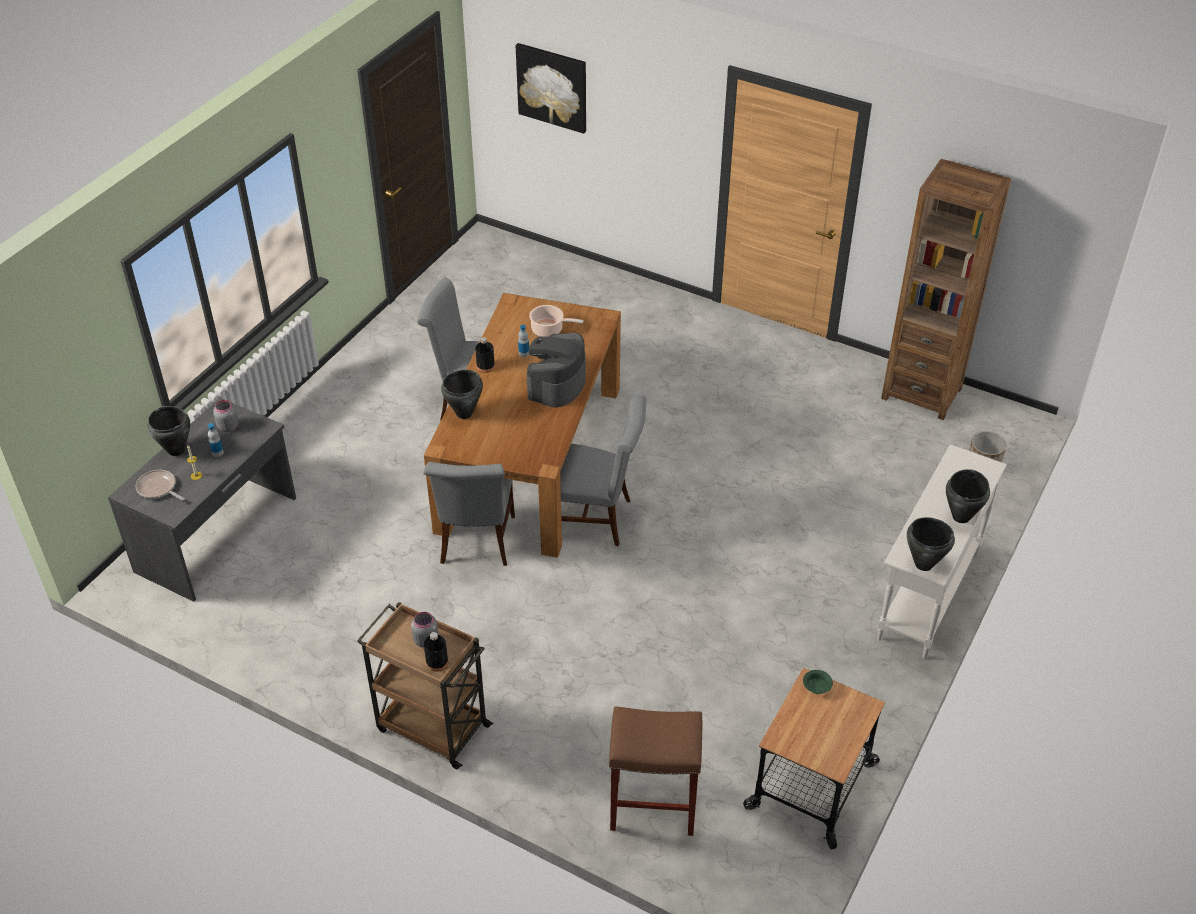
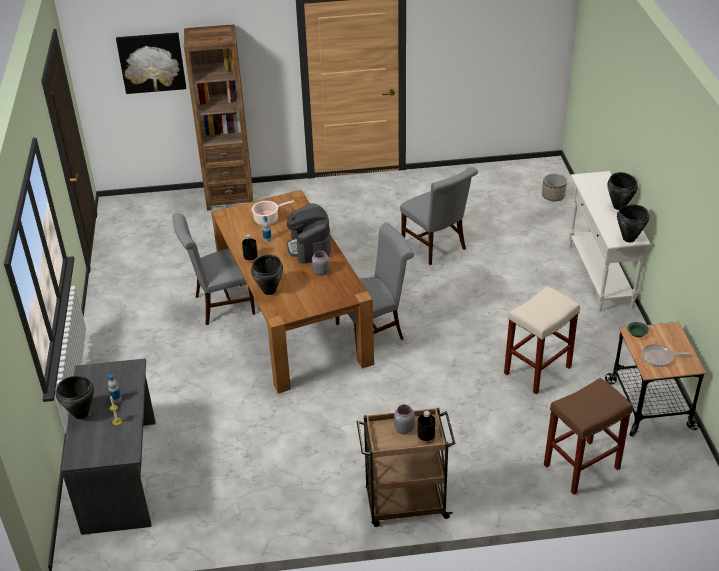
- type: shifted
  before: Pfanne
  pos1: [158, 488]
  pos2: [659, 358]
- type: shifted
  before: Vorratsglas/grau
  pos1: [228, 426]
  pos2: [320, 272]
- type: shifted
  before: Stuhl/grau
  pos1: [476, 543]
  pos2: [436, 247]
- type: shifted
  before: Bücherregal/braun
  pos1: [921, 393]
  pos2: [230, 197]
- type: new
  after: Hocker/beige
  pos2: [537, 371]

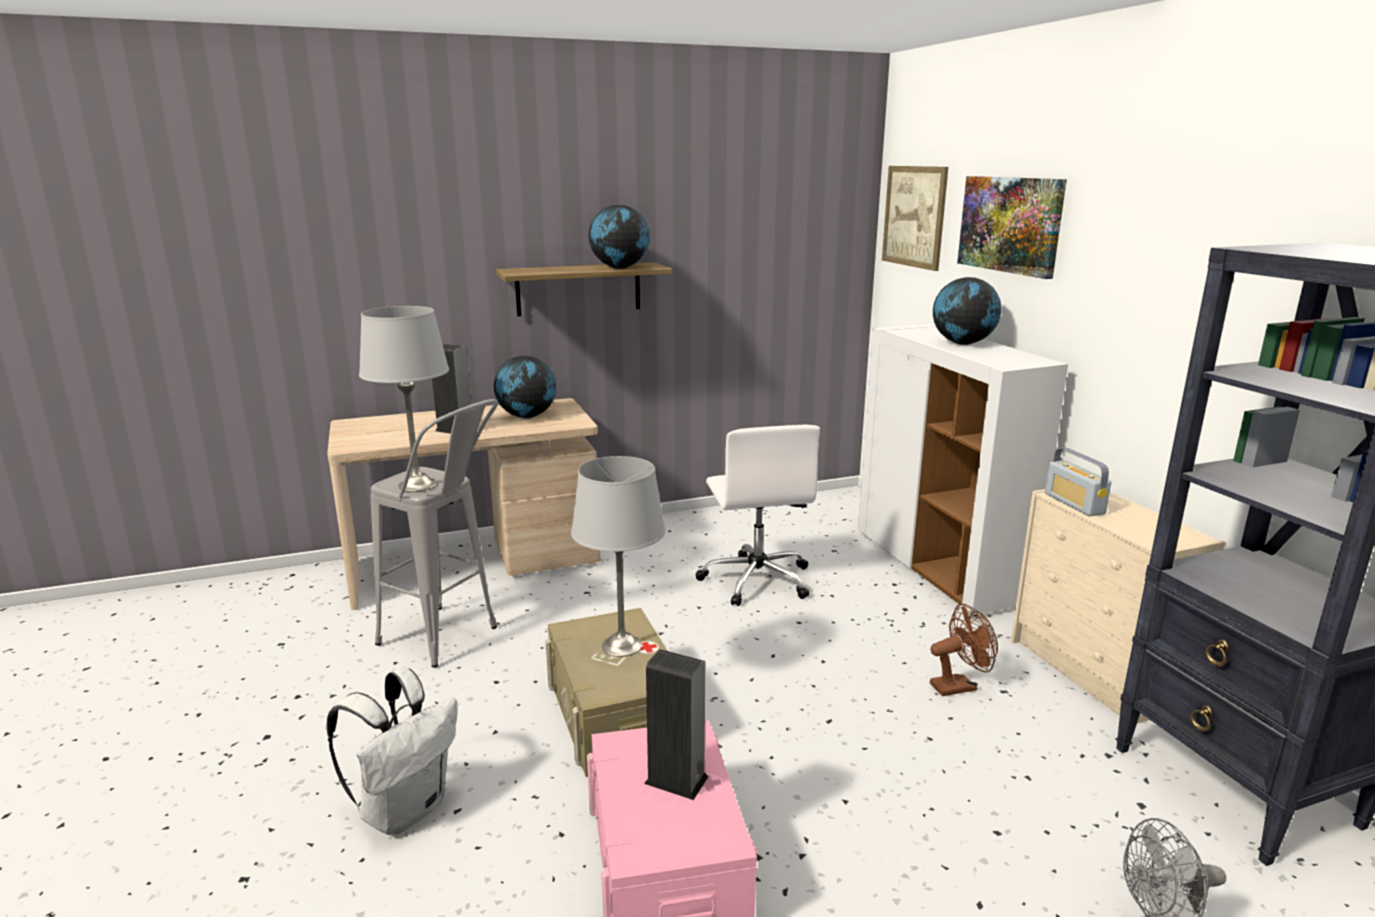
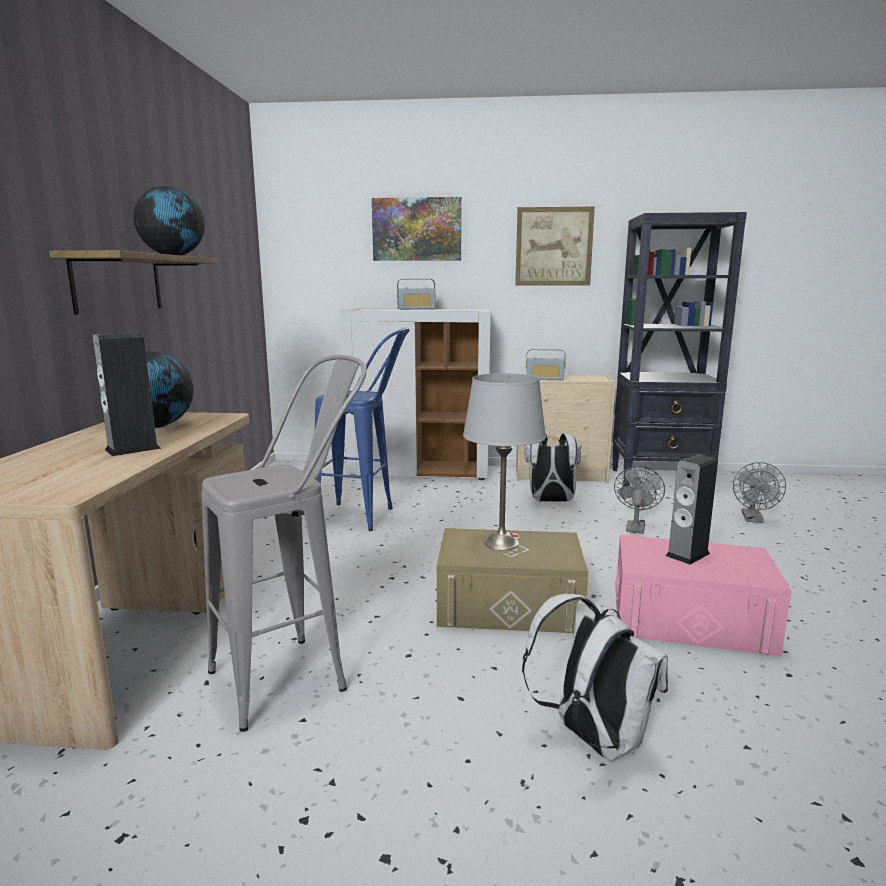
- type: gone
  before: Tischlampe/grau
  pos1: [416, 485]
- type: swapped
  before: Bürostuhl/weiß
  after: Hocker/blau
  pos1: [756, 580]
  pos2: [366, 518]
- type: shifted
  before: Bild
  pos1: [914, 216]
  pos2: [554, 246]
- type: swapped
  before: Ventilator/braun
  after: Rucksack/weiß
  pos1: [959, 686]
  pos2: [550, 501]
- type: swapped
  before: Globus
  after: Radio
  pos1: [963, 343]
  pos2: [416, 309]
- type: new
  after: Ventilator/grau
  pos2: [635, 526]

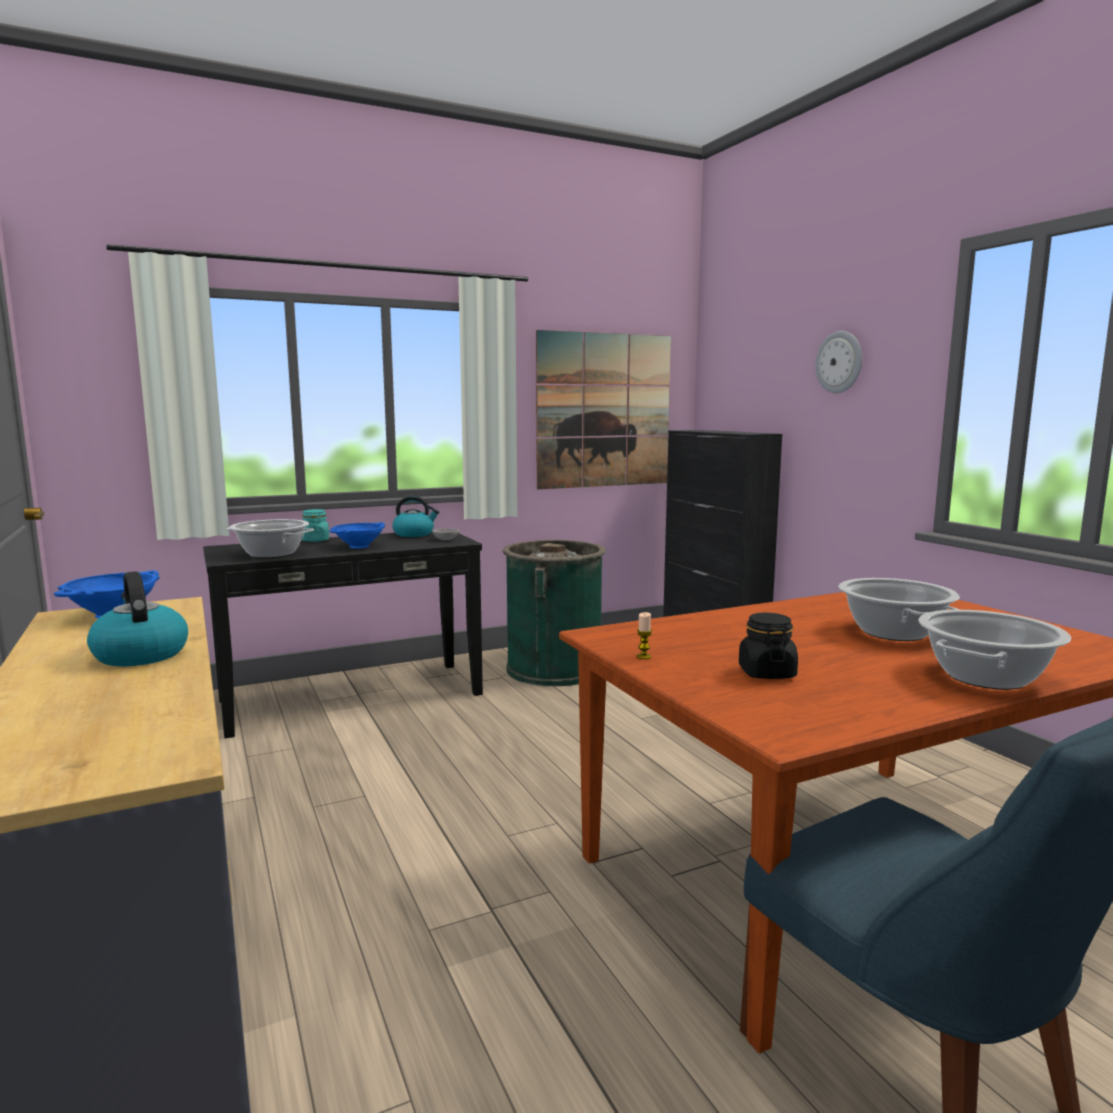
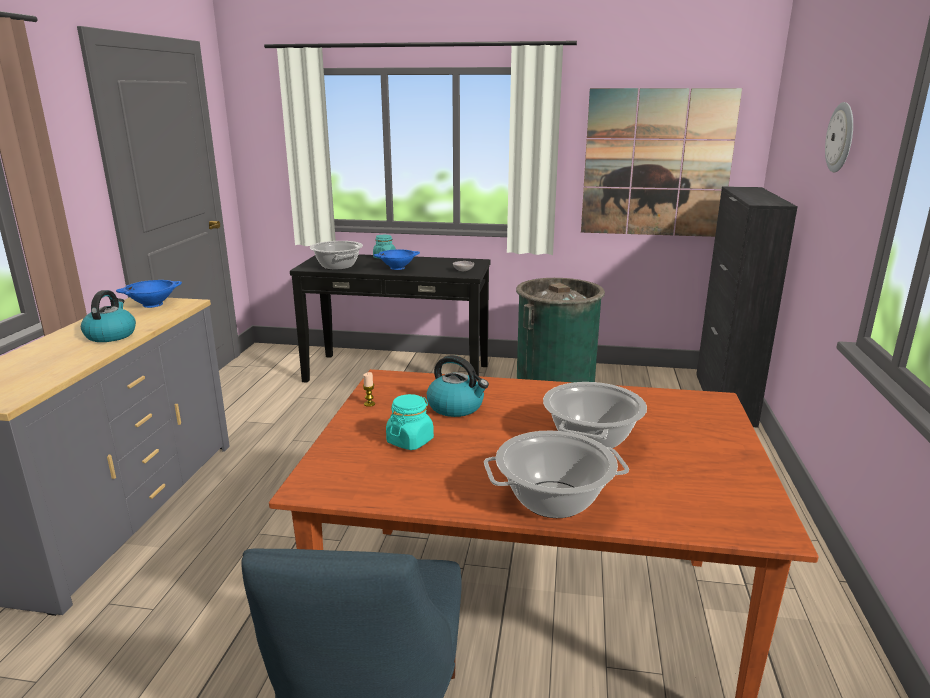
- type: shifted
  before: Wasserkessel
  pos1: [414, 534]
  pos2: [456, 407]
- type: repainted
  before: Vorratsglas/schwarz
  after: Vorratsglas/türkis
  pos1: [766, 673]
  pos2: [410, 441]

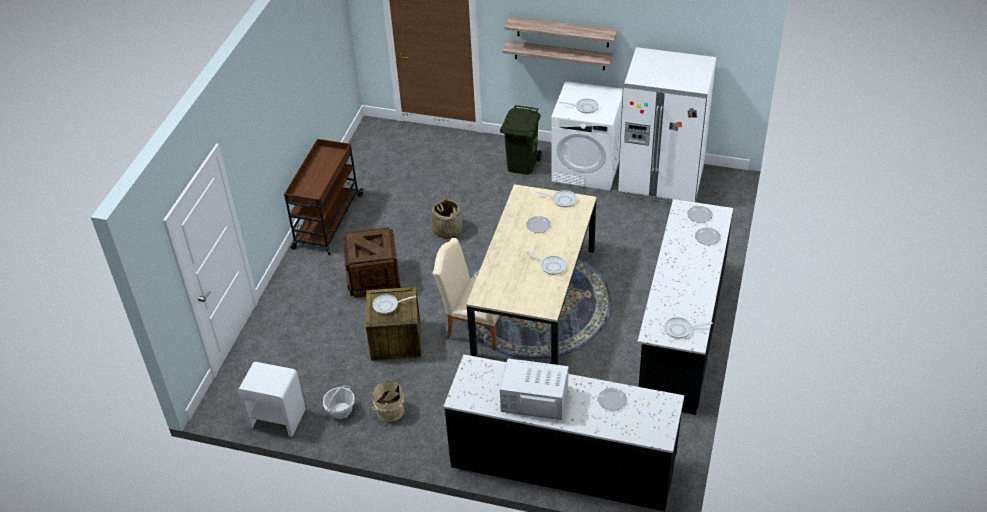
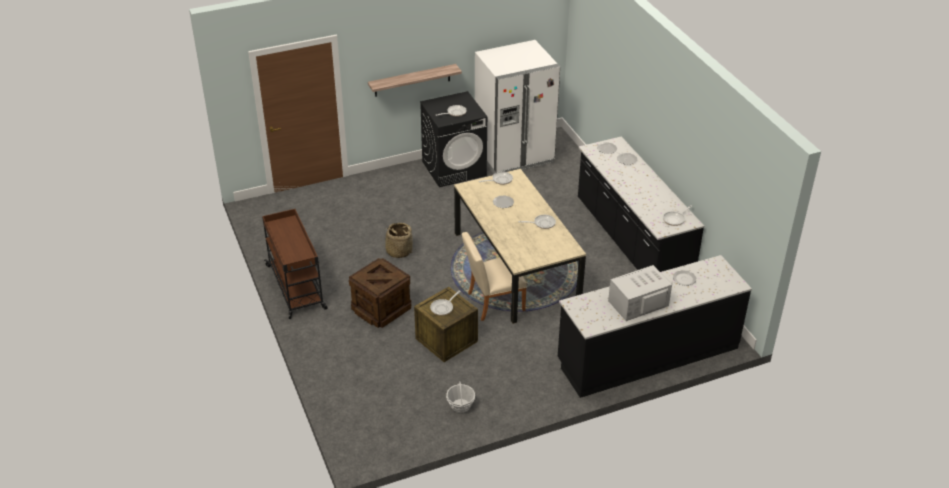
- type: gone
  before: Nachttisch/weiß
  pos1: [276, 418]
- type: gone
  before: Eimer/beige
  pos1: [388, 411]
- type: gone
  before: Mülleimer/grün
  pos1: [521, 164]
- type: gone
  before: Wandregal
  pos1: [562, 32]
- type: repainted
  before: Waschmaschine/weiß
  after: Waschmaschine/schwarz
  pos1: [587, 168]
  pos2: [454, 168]

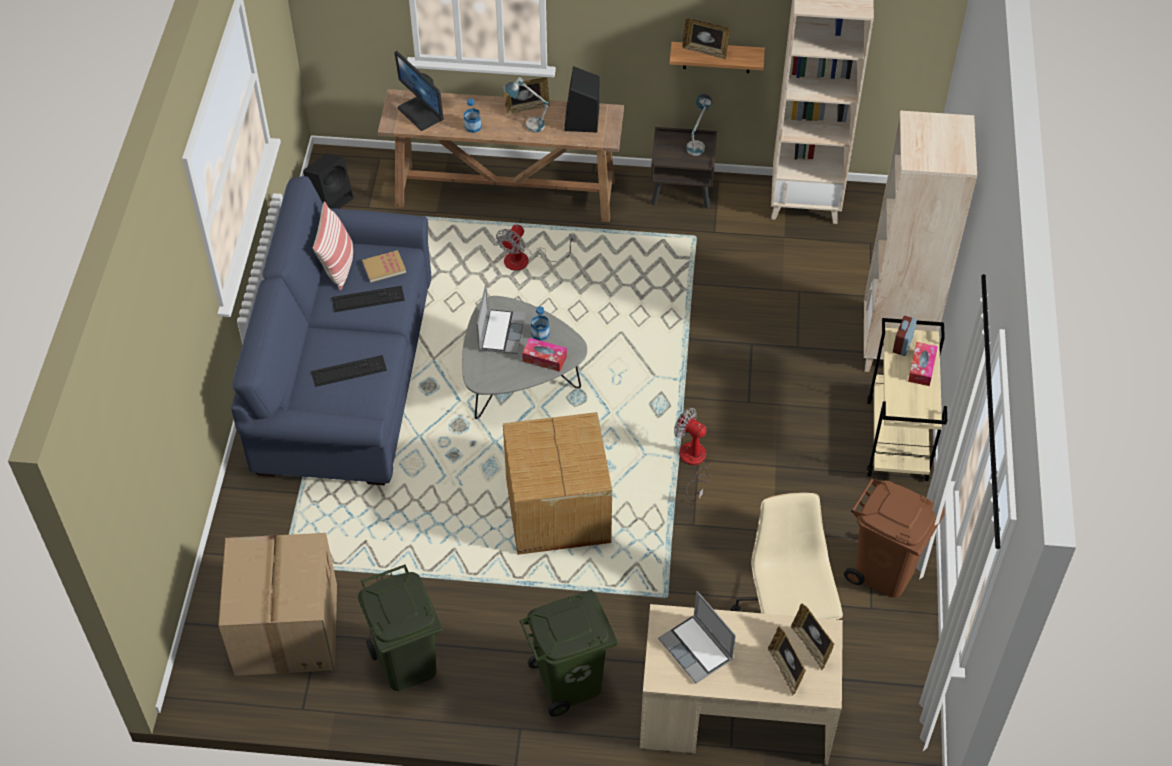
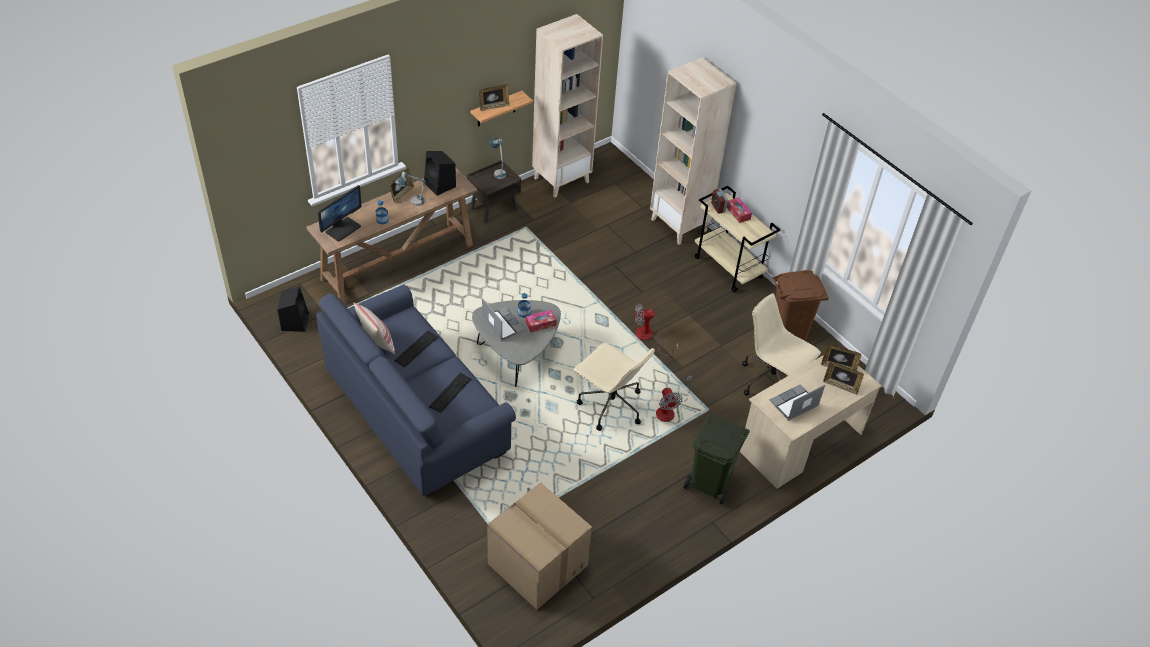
- type: gone
  before: Mülleimer/grün
  pos1: [405, 663]
- type: gone
  before: Buch
  pos1: [384, 267]
- type: rotated
  before: Monitor
  pos1: [421, 113]
  pos2: [343, 229]
  turn: -60
- type: shifted
  before: Ventilator
  pos1: [526, 260]
  pos2: [669, 410]
- type: swapped
  before: Karton
  after: Bürostuhl/beige
  pos1: [556, 511]
  pos2: [610, 405]
- type: rotated
  before: Laptop
  pos1: [697, 650]
  pos2: [794, 404]
  turn: 135

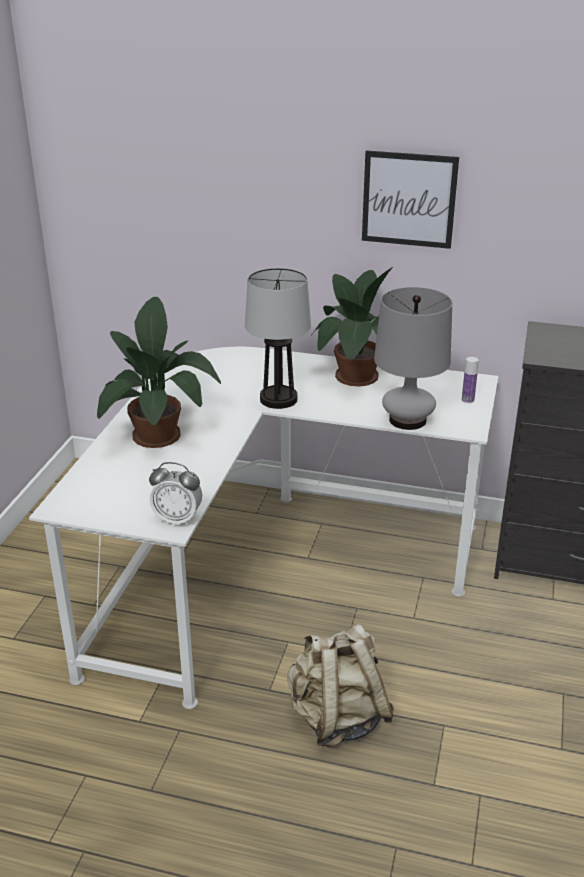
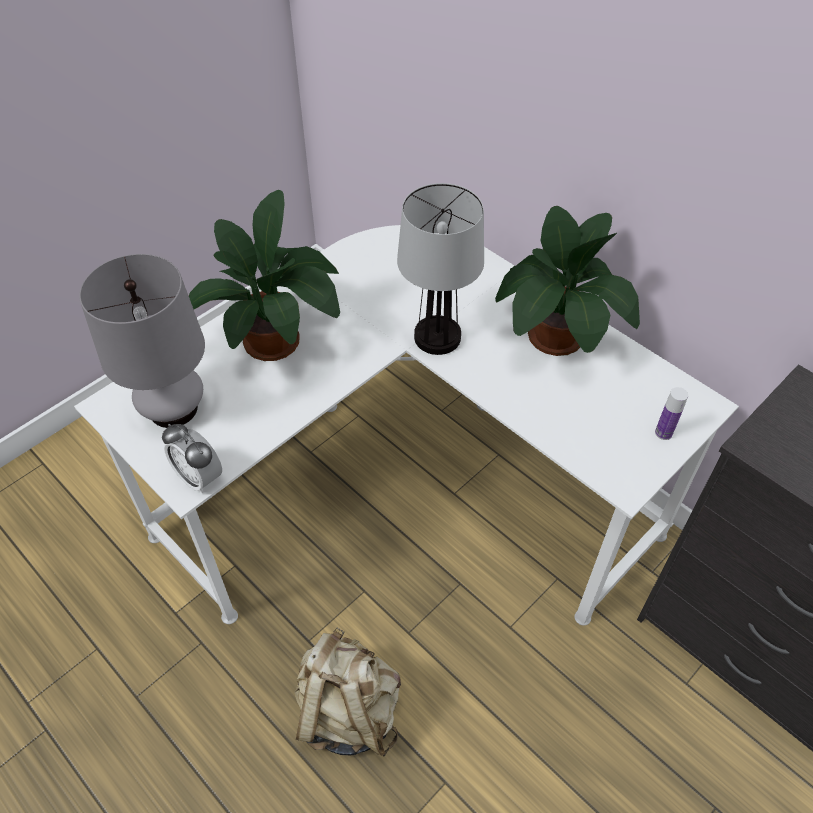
- type: gone
  before: Bild
  pos1: [409, 199]
- type: shifted
  before: Tischlampe/grau
  pos1: [407, 420]
  pos2: [173, 409]

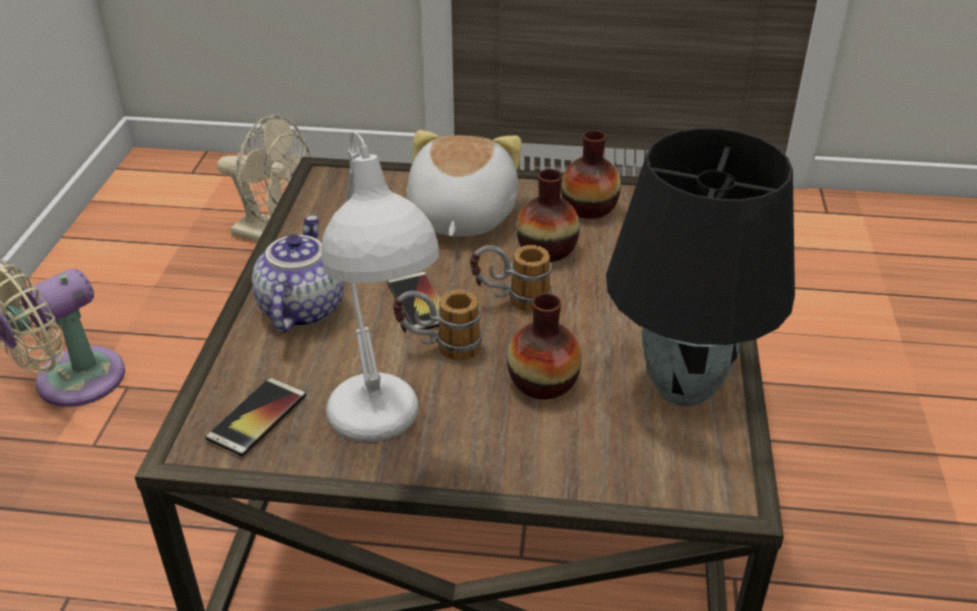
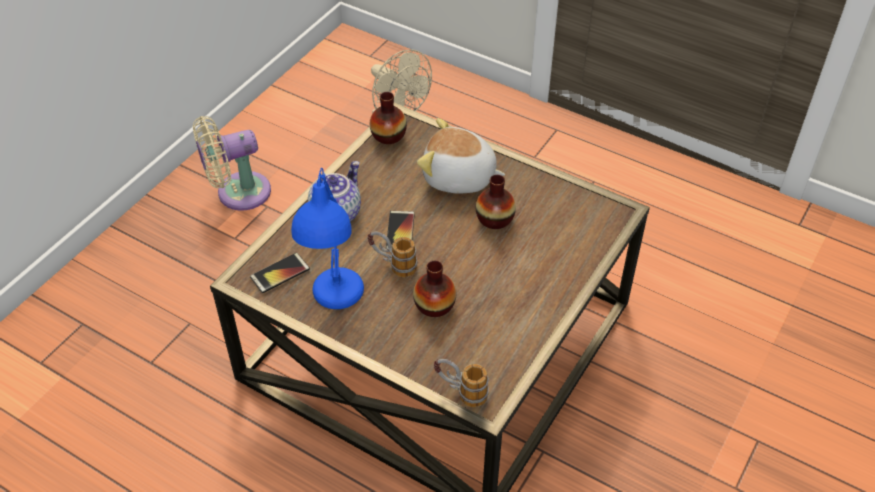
- type: repainted
  before: Tischlampe/weiß
  after: Tischlampe/blau
  pos1: [382, 436]
  pos2: [334, 306]
- type: rotated
  before: Plüschtier
  pos1: [459, 216]
  pos2: [459, 178]
  turn: -105
- type: shifted
  before: Henkelbecher
  pos1: [511, 302]
  pos2: [460, 392]
- type: shifted
  before: Vase
  pos1: [589, 208]
  pos2: [388, 135]
- type: gone
  before: Tischlampe/schwarz
  pos1: [683, 385]

